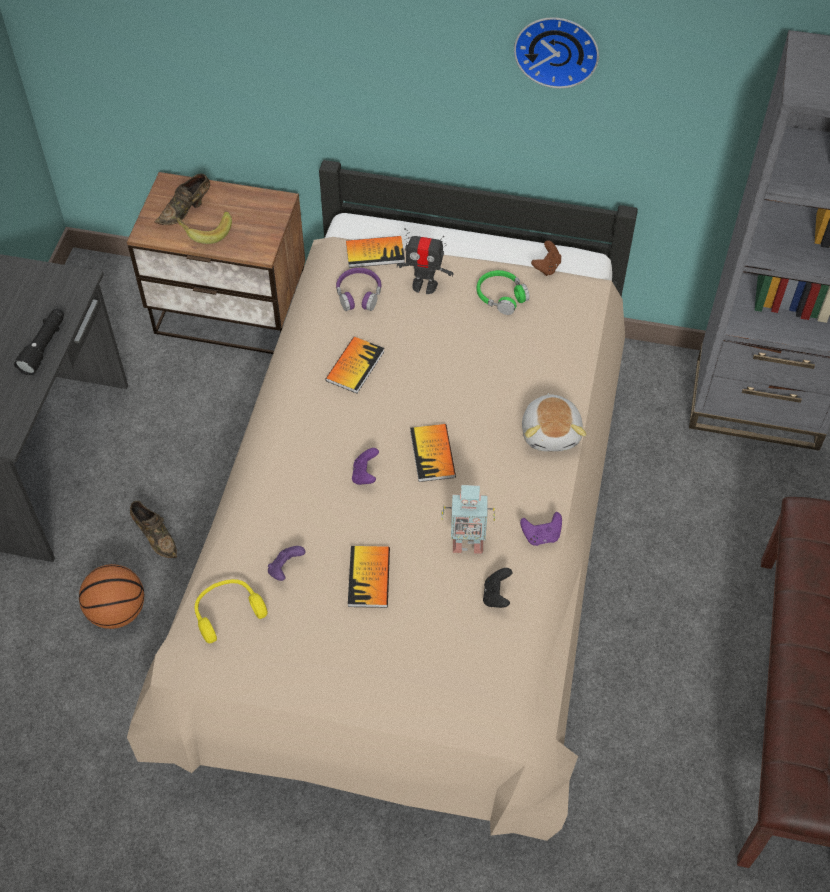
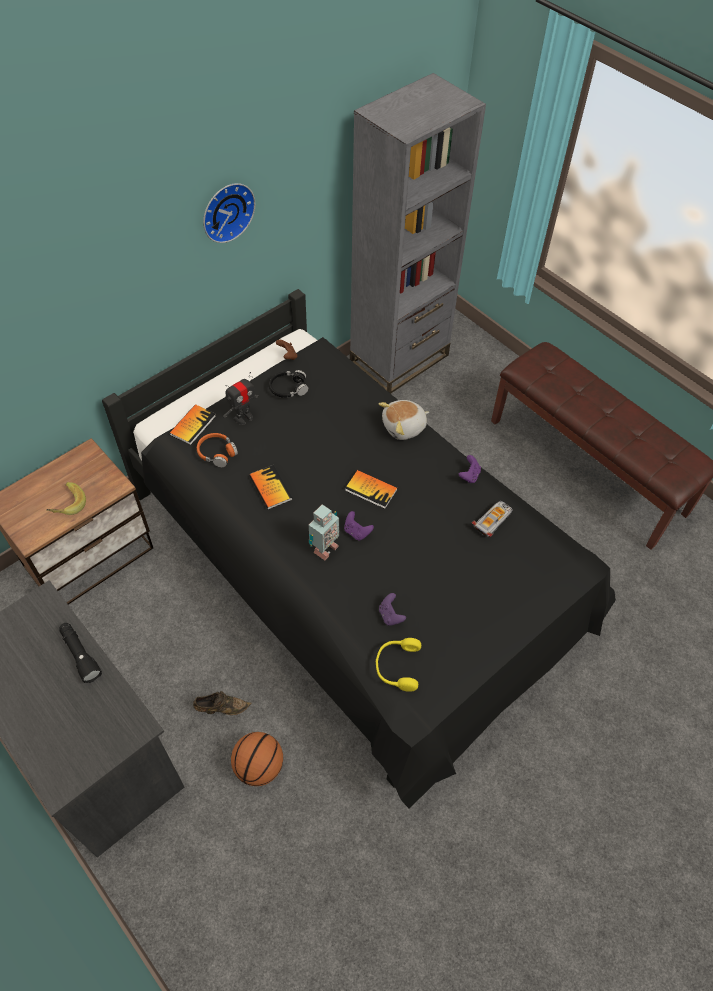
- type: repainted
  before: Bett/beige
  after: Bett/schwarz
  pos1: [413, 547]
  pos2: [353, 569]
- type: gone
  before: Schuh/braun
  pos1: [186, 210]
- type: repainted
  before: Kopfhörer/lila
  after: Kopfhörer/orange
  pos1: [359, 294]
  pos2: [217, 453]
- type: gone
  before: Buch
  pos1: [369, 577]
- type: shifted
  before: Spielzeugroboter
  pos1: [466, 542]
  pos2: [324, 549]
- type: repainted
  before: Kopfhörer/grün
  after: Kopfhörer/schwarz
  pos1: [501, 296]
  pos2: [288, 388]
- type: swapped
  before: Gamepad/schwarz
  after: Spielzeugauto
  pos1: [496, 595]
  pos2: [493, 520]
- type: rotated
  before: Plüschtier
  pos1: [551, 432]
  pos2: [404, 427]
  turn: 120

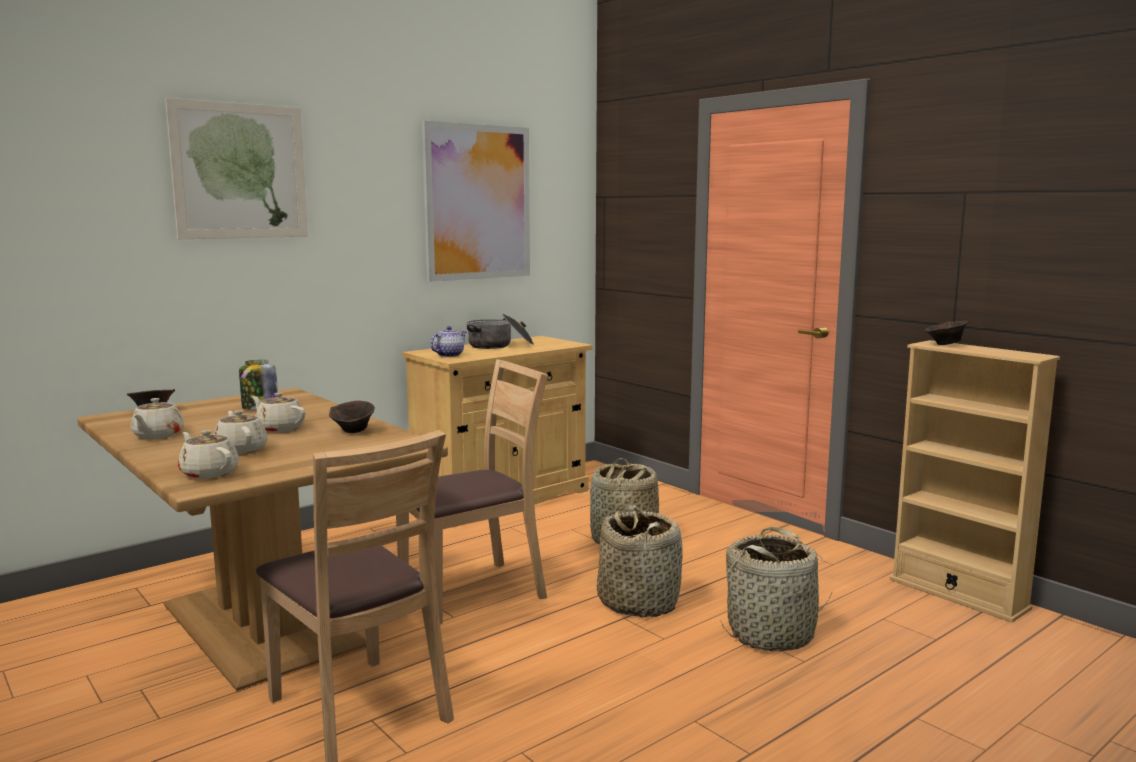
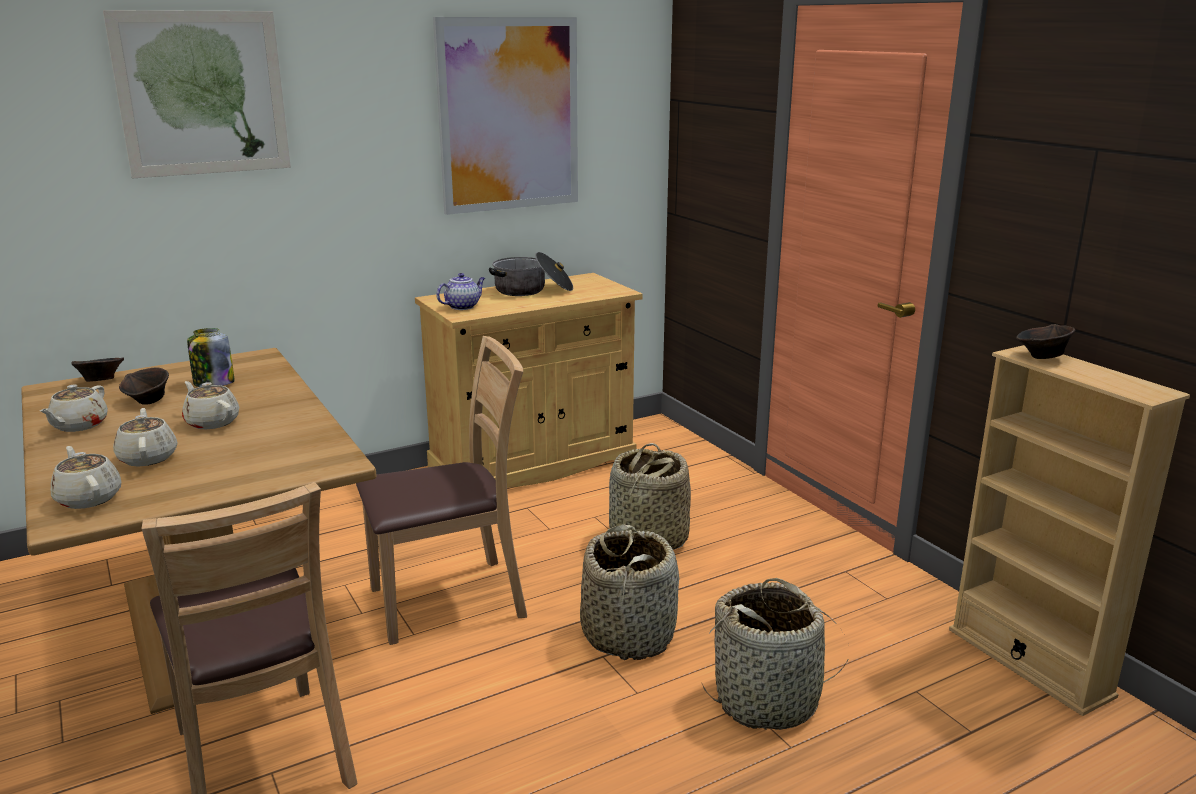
- type: shifted
  before: Schüssel/braun
  pos1: [353, 431]
  pos2: [148, 401]

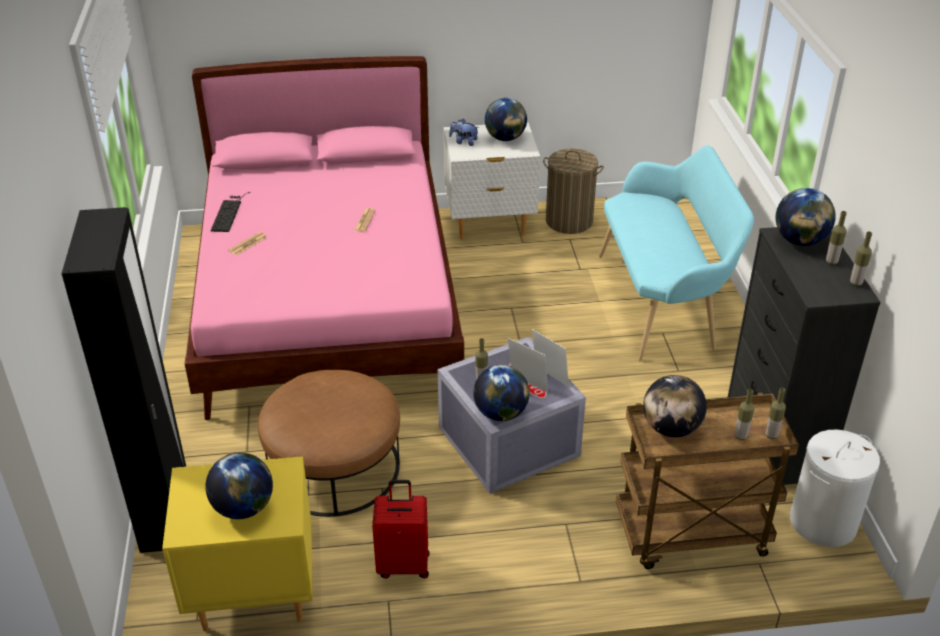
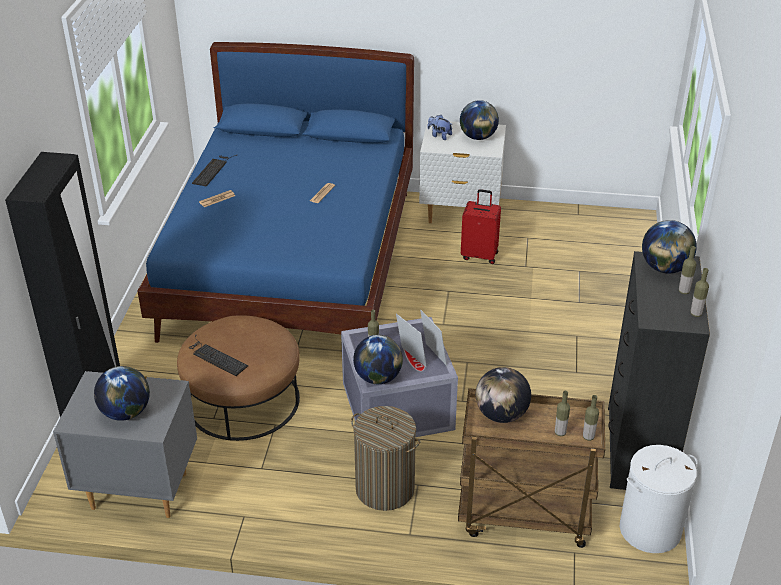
- type: repainted
  before: Nachttisch/gelb
  after: Nachttisch/grau
  pos1: [253, 596]
  pos2: [139, 490]
- type: repainted
  before: Bett/rosa
  after: Bett/blau
  pos1: [329, 304]
  pos2: [292, 262]
- type: shifted
  before: Koffer/rot
  pos1: [403, 564]
  pos2: [480, 255]
- type: shifted
  before: Wäschekorb
  pos1: [569, 221]
  pos2: [385, 489]
- type: gone
  before: Bank/türkis
  pos1: [663, 302]
- type: new
  after: Tastatur
  pos2: [215, 357]

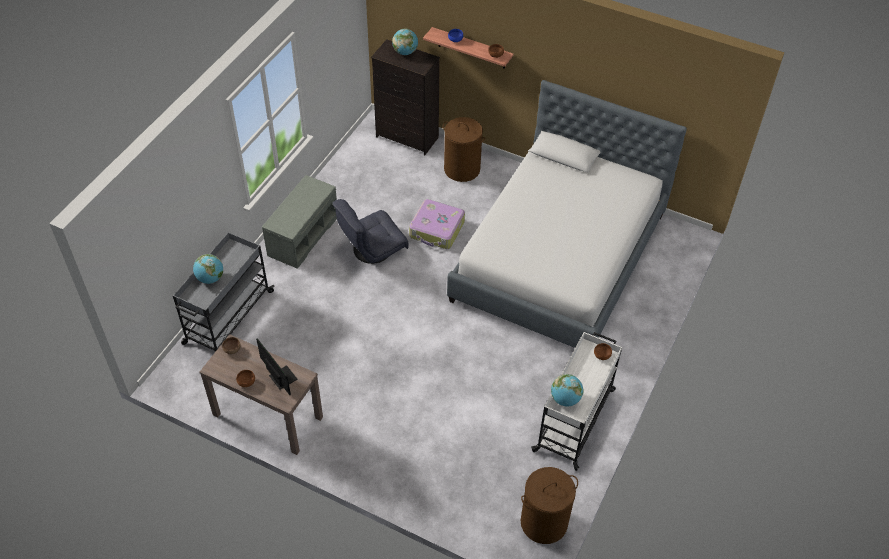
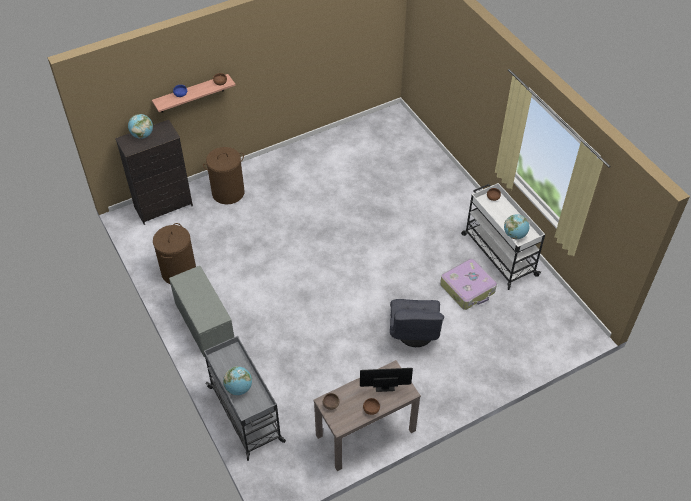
- type: shifted
  before: Sessel/grau
  pos1: [372, 249]
  pos2: [414, 332]
- type: shifted
  before: Koffer
  pos1: [437, 230]
  pos2: [468, 289]
- type: gone
  before: Bett
  pos1: [559, 257]
- type: shifted
  before: Wäschekorb/braun
  pos1: [544, 522]
  pos2: [179, 271]

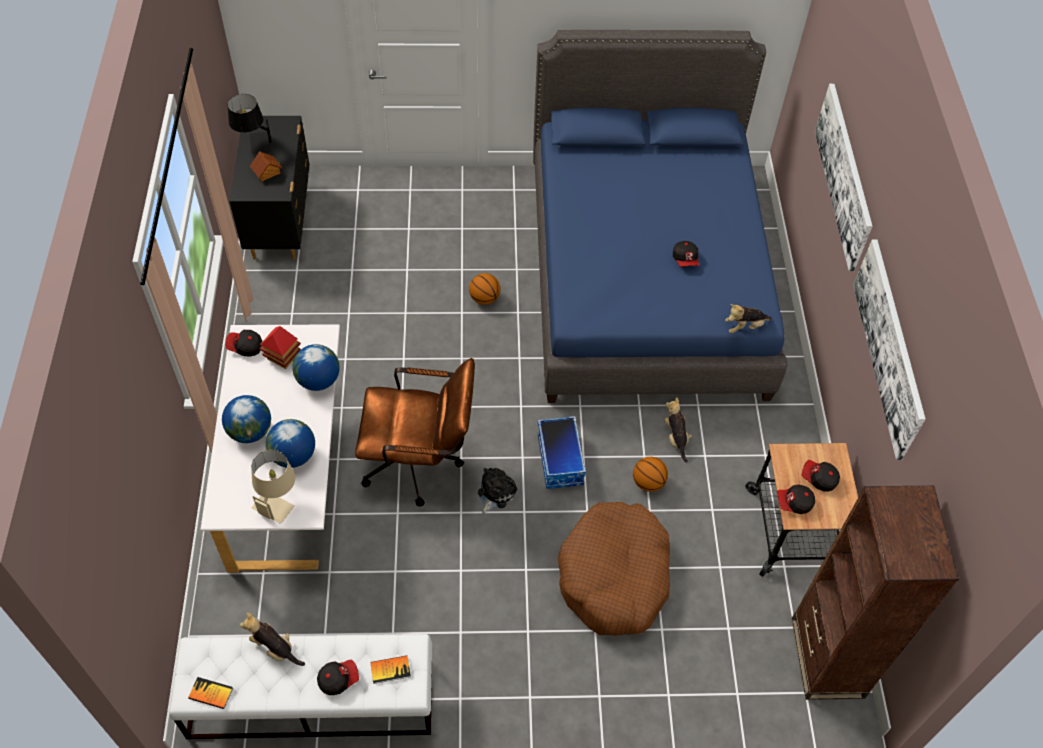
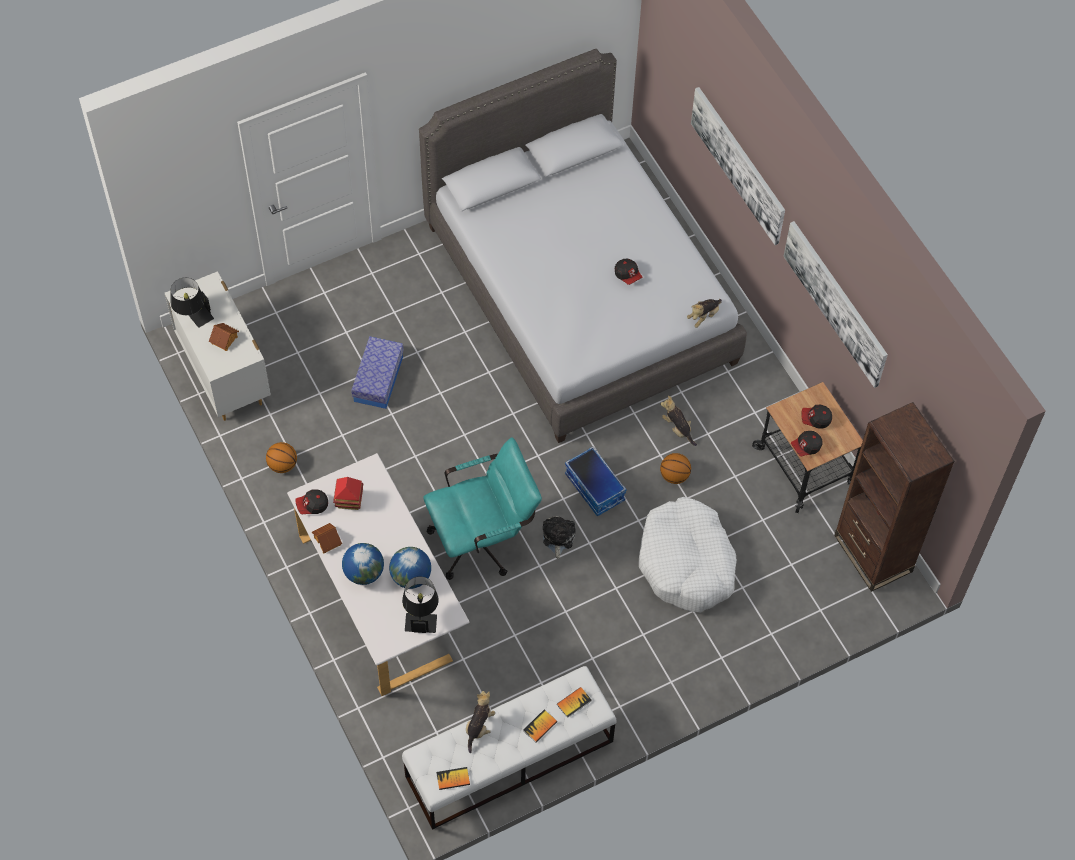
- type: repainted
  before: Kommode/schwarz
  after: Kommode/weiß
  pos1: [280, 221]
  pos2: [224, 373]
- type: rotated
  before: Plüschtier
  pos1: [275, 648]
  pos2: [479, 726]
  turn: 105
- type: repainted
  before: Tischlampe/beige
  after: Tischlampe/schwarz
  pos1: [277, 500]
  pos2: [421, 616]
- type: gone
  before: Globus
  pos1: [318, 380]
- type: swapped
  before: Kappe
  after: Buch
  pos1: [338, 679]
  pos2: [540, 726]
- type: repainted
  before: Bürostuhl/braun
  after: Bürostuhl/türkis
  pos1: [420, 463]
  pos2: [483, 540]
- type: shifted
  before: Basketball
  pos1: [484, 298]
  pos2: [282, 465]
- type: repainted
  before: Bett/blau
  after: Bett/grau
  pos1: [644, 278]
  pos2: [579, 294]
- type: repainted
  before: Hundebett/braun
  after: Hundebett/weiß
  pos1: [614, 576]
  pos2: [686, 562]
- type: new
  after: Spielzeughaus
  pos2: [327, 541]
- type: new
  after: Aufbewahrungsbox
  pos2: [378, 379]

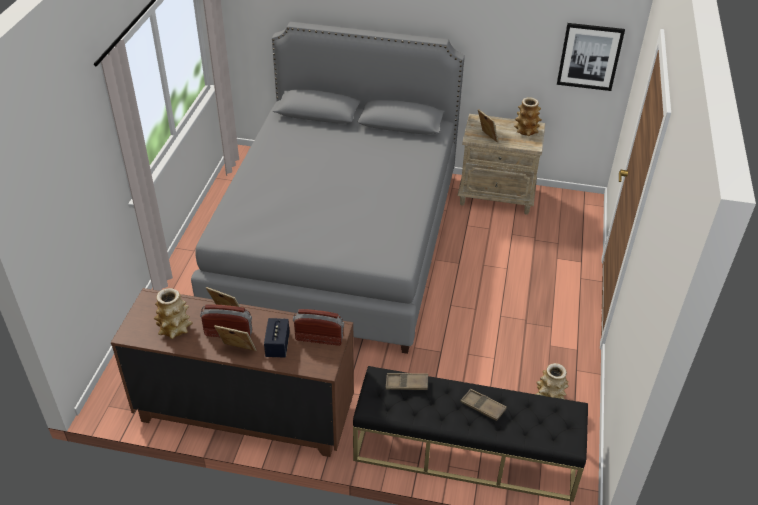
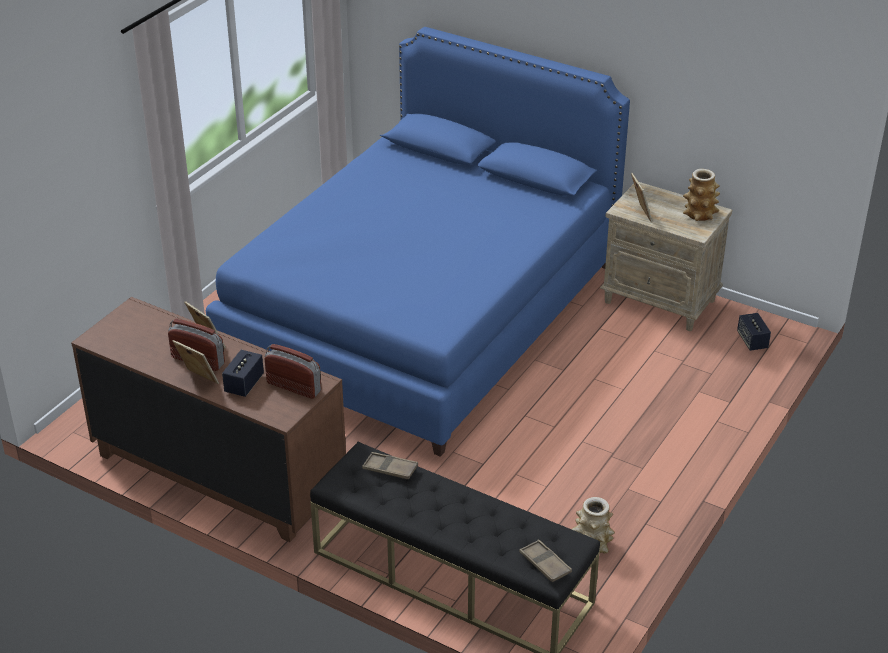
- type: gone
  before: Vase
  pos1: [175, 329]
- type: repainted
  before: Bett/grau
  after: Bett/blau
  pos1: [338, 241]
  pos2: [423, 314]
- type: shifted
  before: Tablett/braun
  pos1: [482, 407]
  pos2: [545, 564]
- type: gone
  before: Bild
  pos1: [589, 56]
- type: new
  after: Lautsprecher
  pos2: [752, 341]

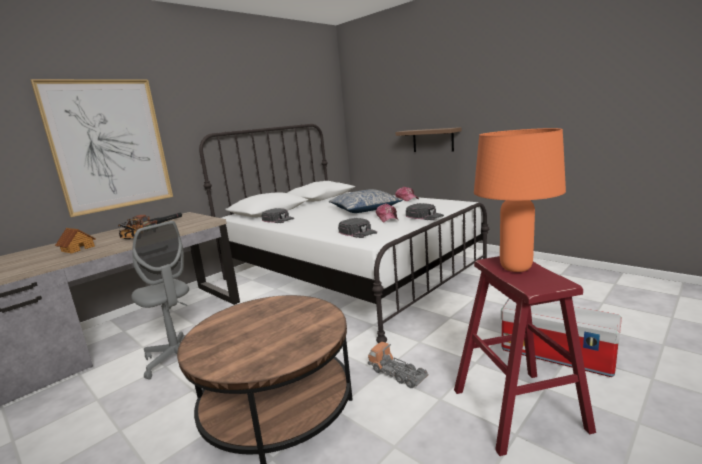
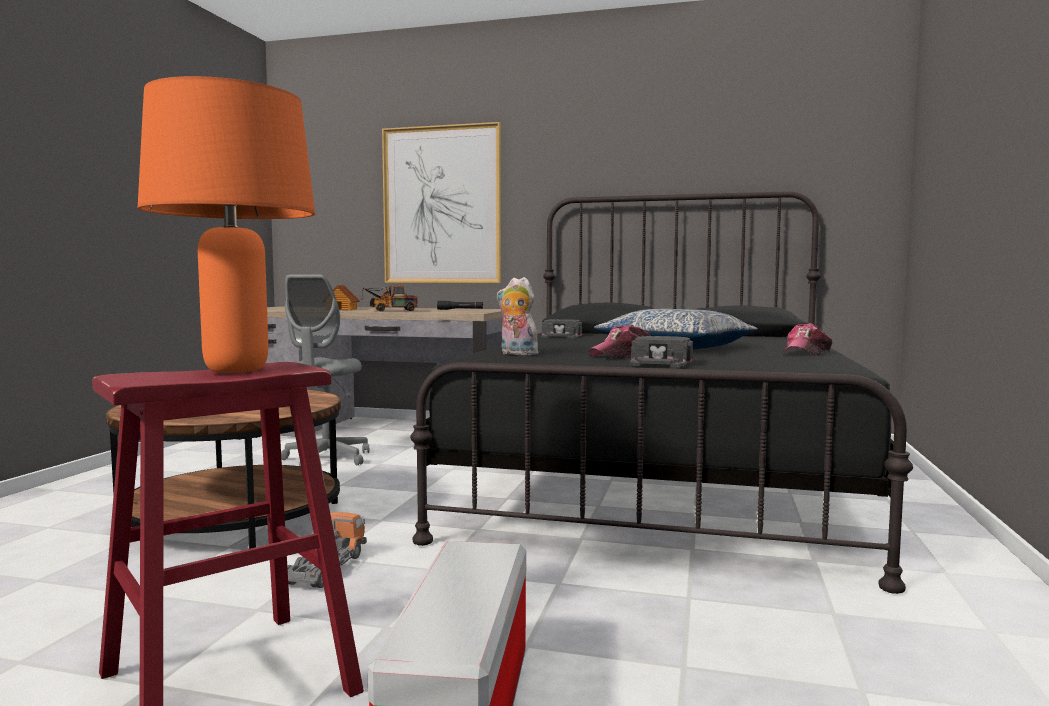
- type: repainted
  before: Bett/weiß
  after: Bett/schwarz
  pos1: [349, 274]
  pos2: [660, 481]
- type: swapped
  before: Kappe/schwarz
  after: Plüschtier
  pos1: [358, 232]
  pos2: [516, 354]
- type: gone
  before: Wandregal
  pos1: [433, 140]

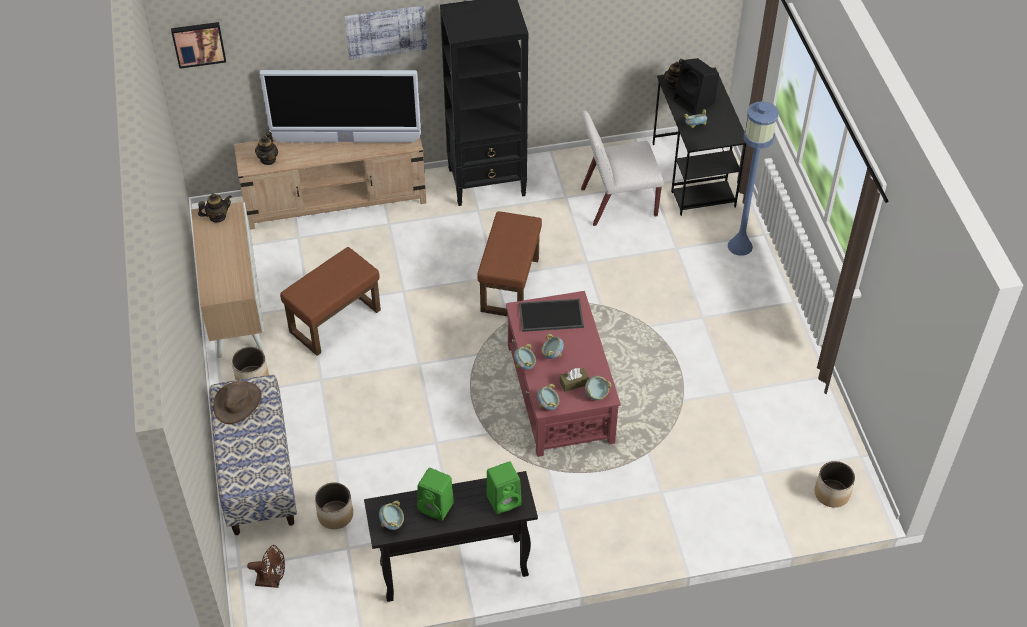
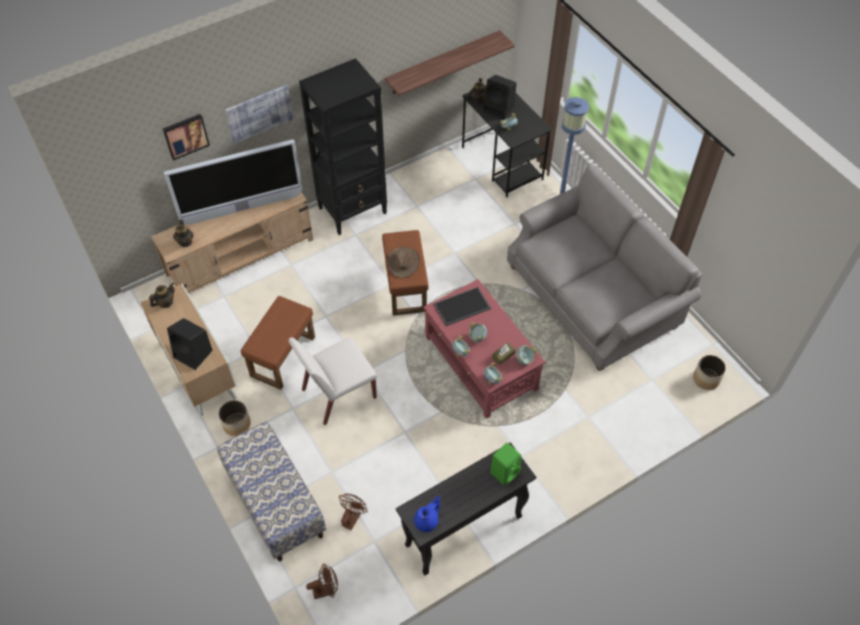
- type: shifted
  before: Bild
  pos1: [198, 43]
  pos2: [185, 135]
- type: shifted
  before: Hut/braun
  pos1: [237, 403]
  pos2: [403, 262]
- type: swapped
  before: Pflanzkübel
  after: Ventilator/braun
  pos1: [335, 515]
  pos2: [352, 517]
- type: swapped
  before: Schüssel
  after: Teekanne/blau
  pos1: [392, 523]
  pos2: [427, 521]
- type: gone
  before: Lautsprecher/grün
  pos1: [437, 507]
- type: shifted
  before: Stuhl/weiß
  pos1: [617, 202]
  pos2: [338, 394]
- type: new
  after: Lautsprecher/schwarz
  pos2: [194, 354]
- type: new
  after: Wandregal
  pos2: [443, 62]
- type: new
  after: Sofa/grau
  pos2: [593, 296]

